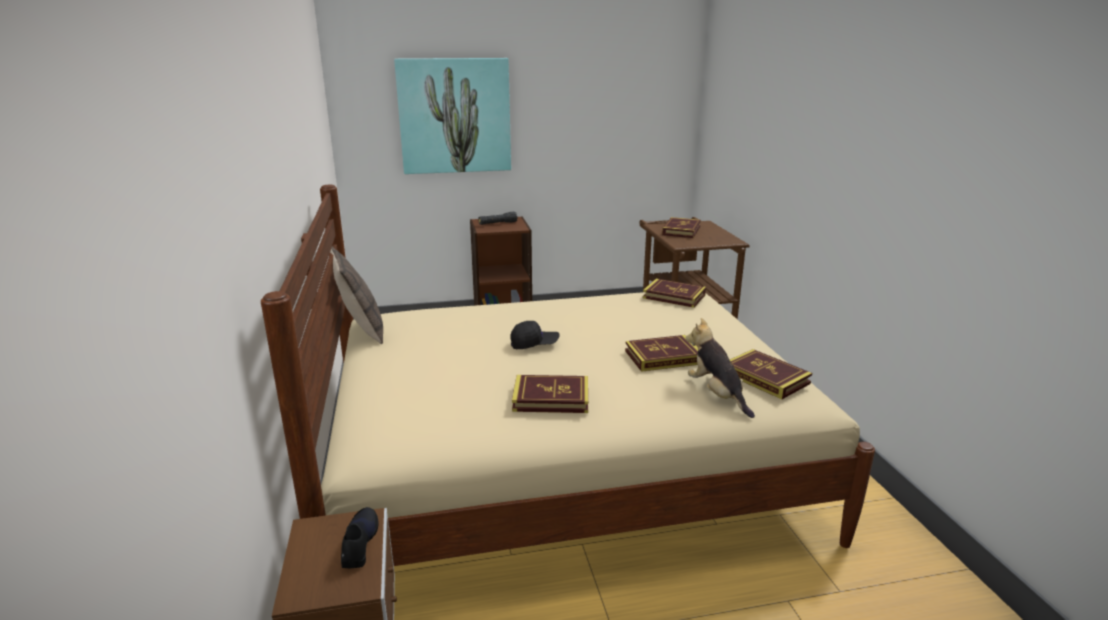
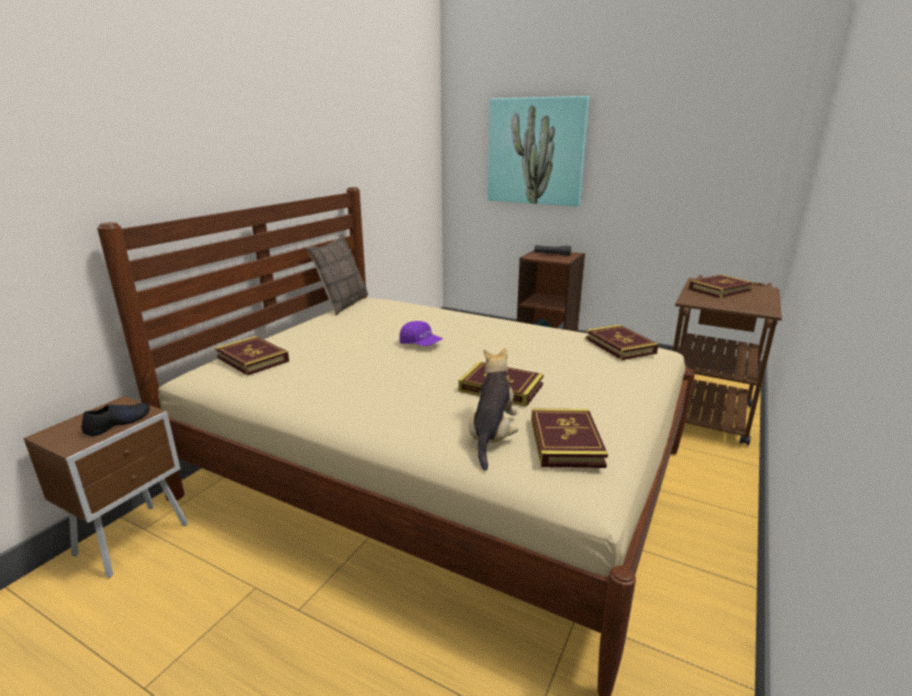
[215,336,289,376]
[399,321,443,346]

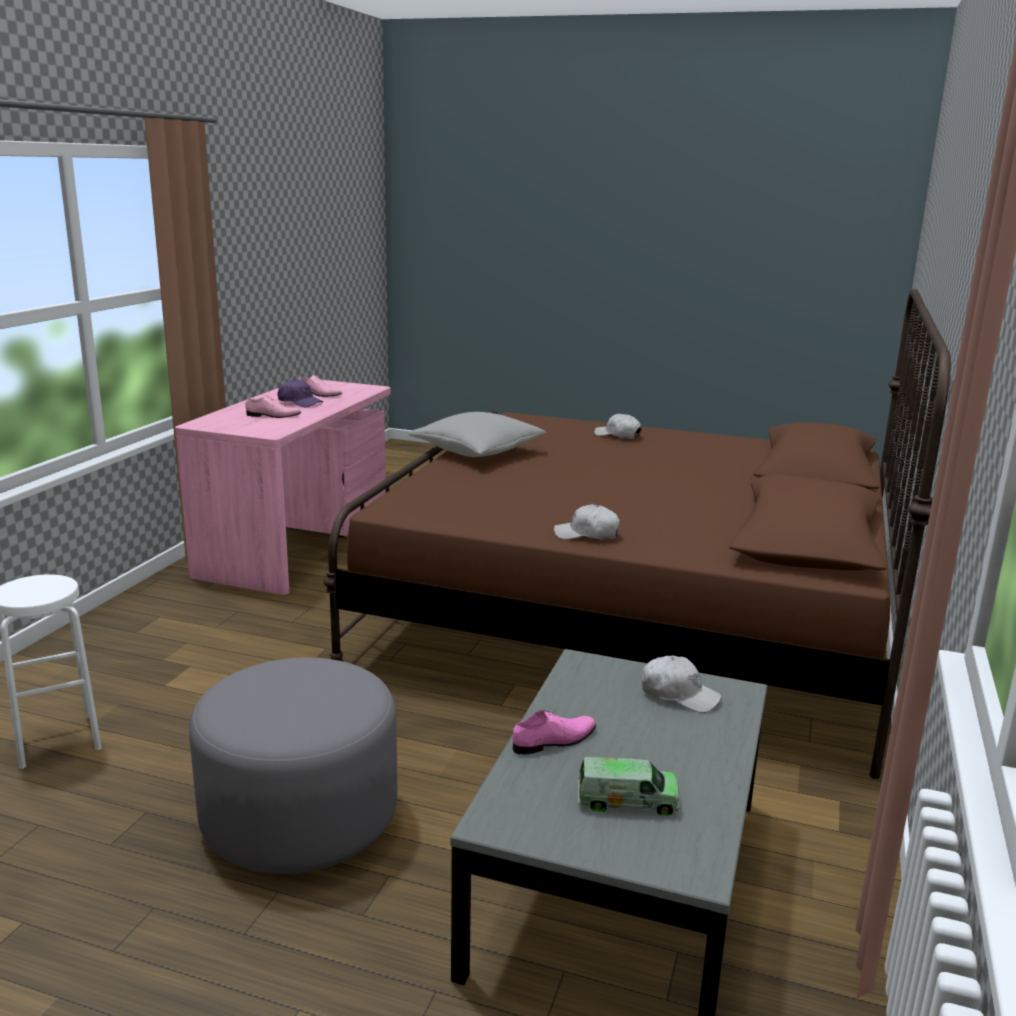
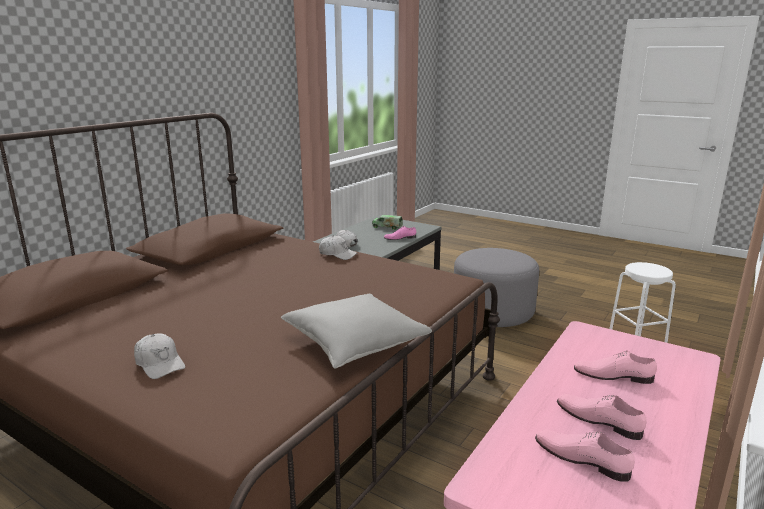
[557,394,646,440]

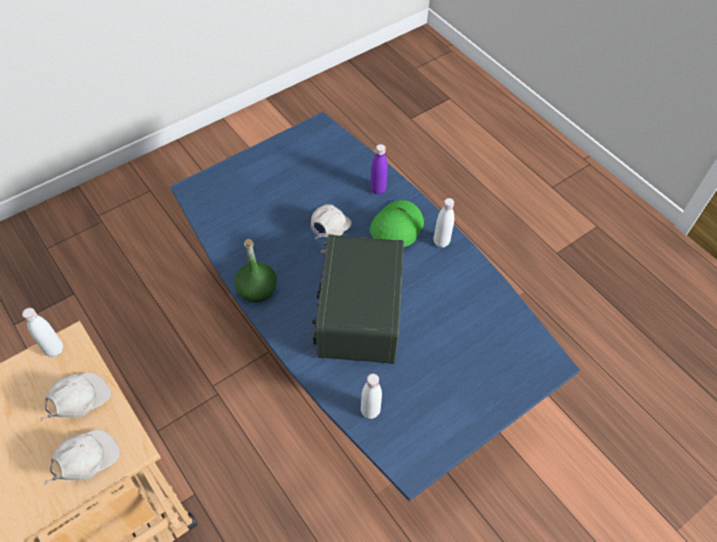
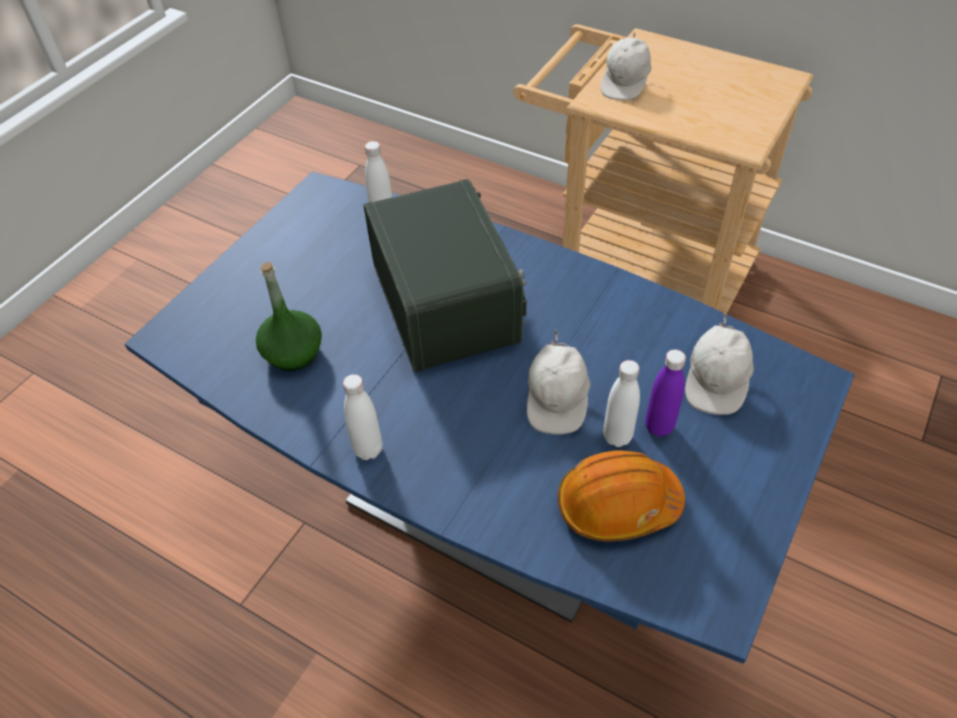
[256,262,322,371]
[558,451,685,541]
[603,360,640,447]
[645,350,686,437]
[685,313,754,415]
[370,200,424,247] (first image)

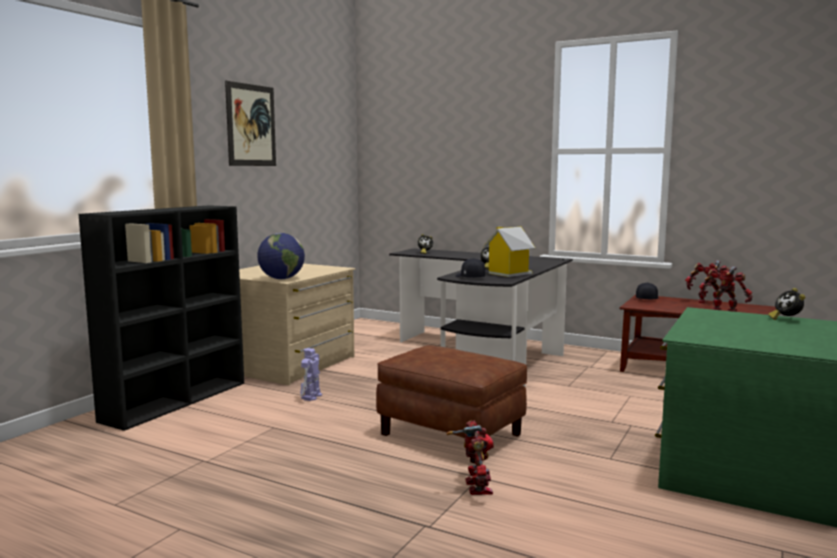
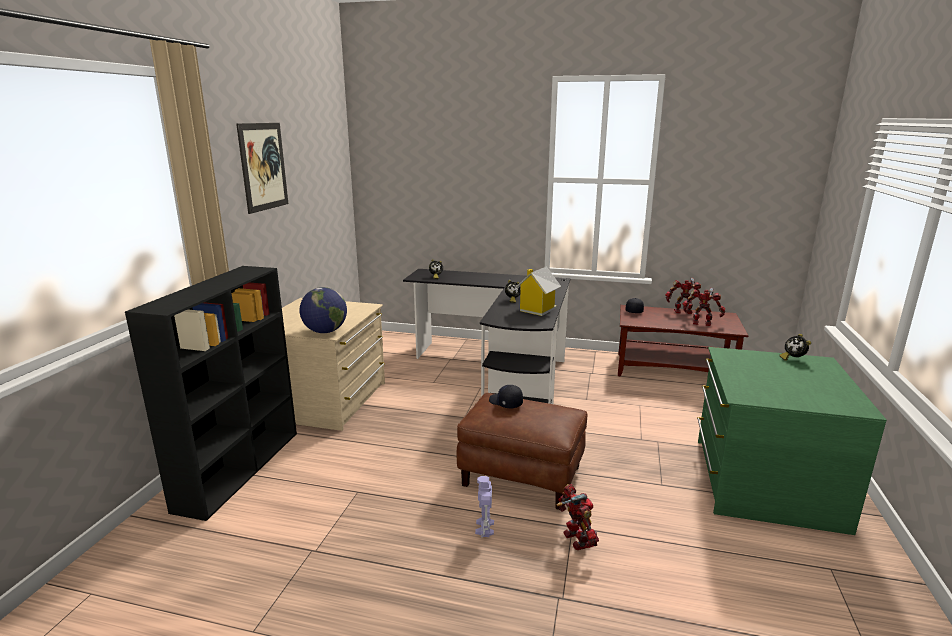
[475,476,494,538]
[489,385,523,408]

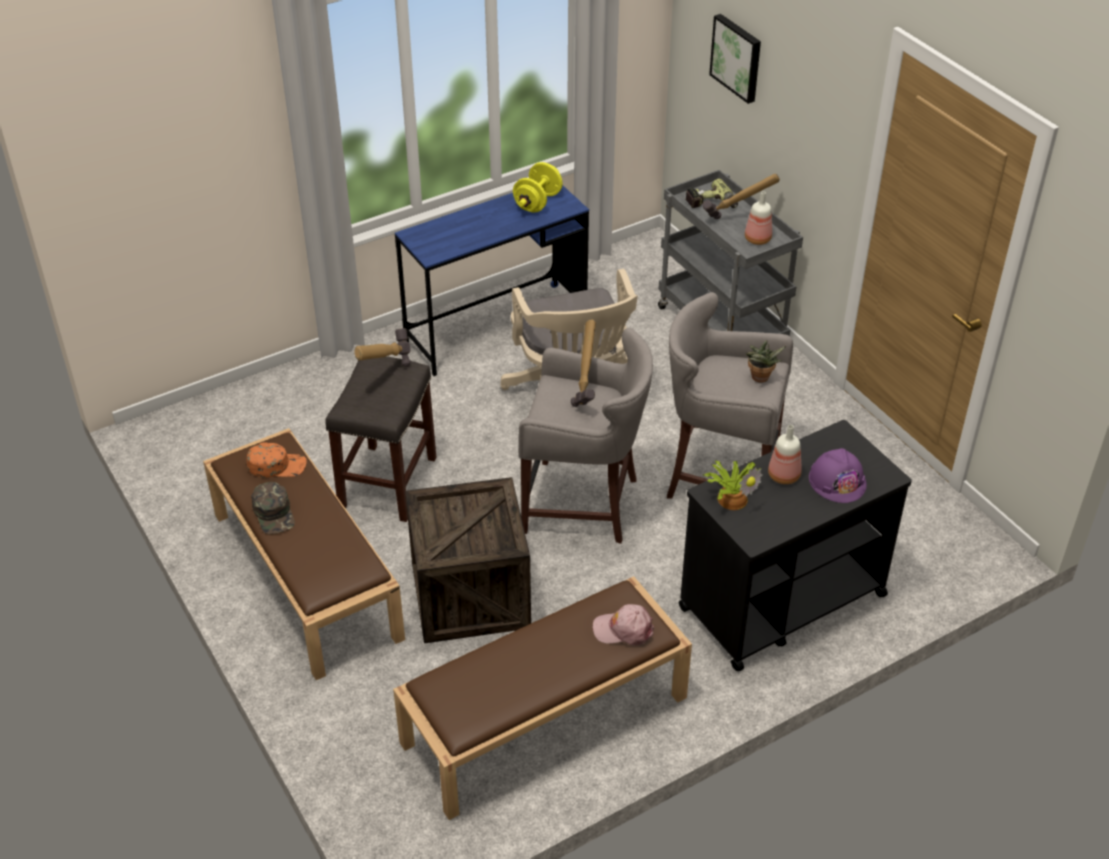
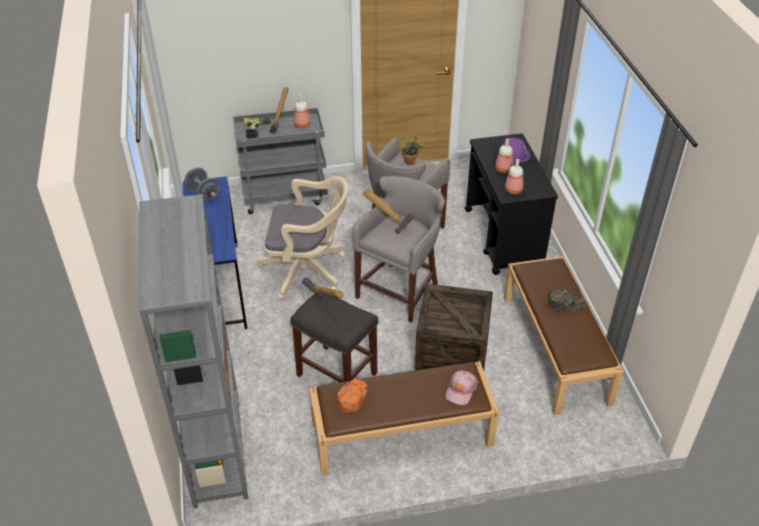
[139,194,248,508]
[184,167,220,202]
[446,370,478,405]
[505,159,523,194]
[548,289,586,311]
[709,14,761,104] (first image)

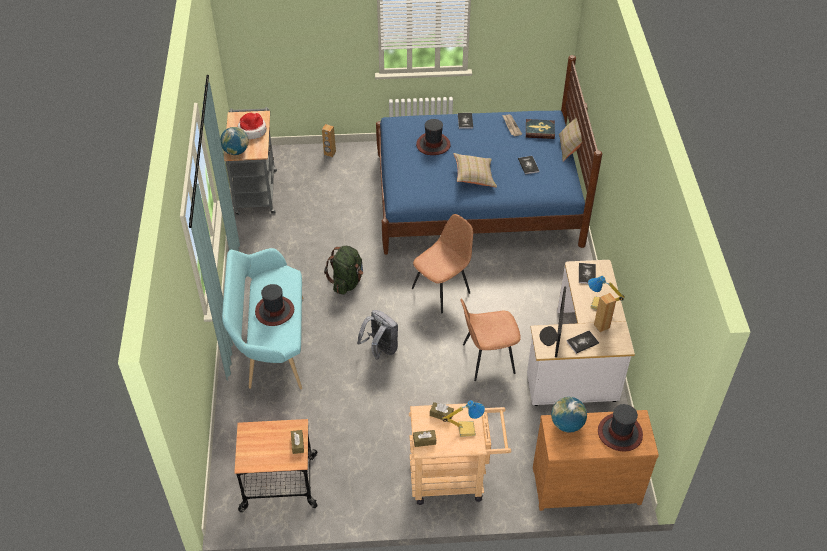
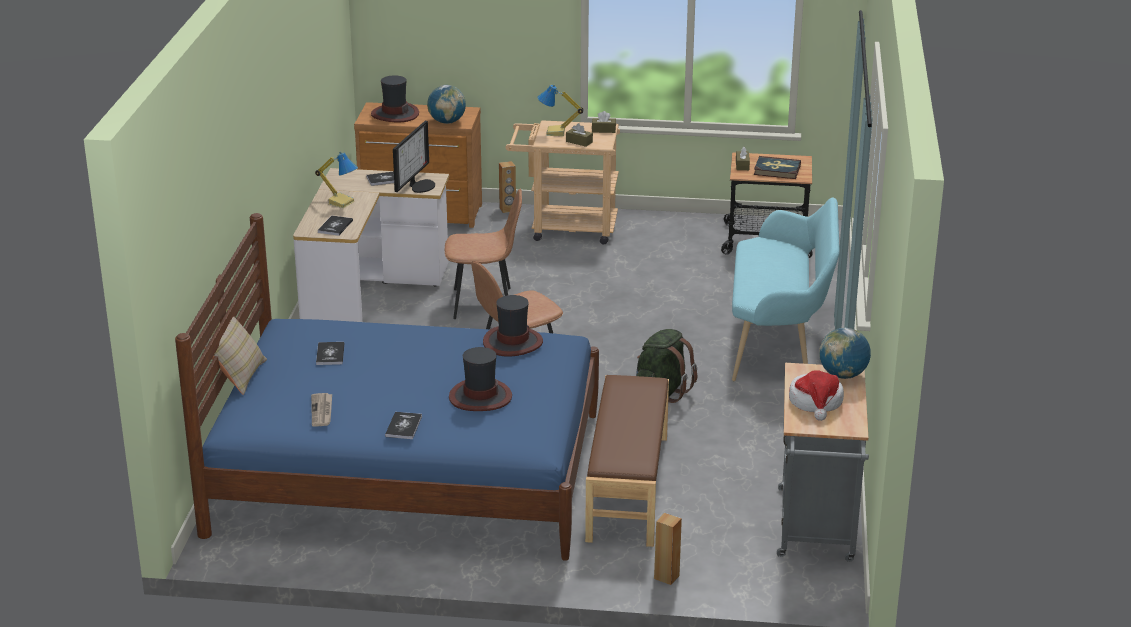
[483,295,543,357]
[499,161,516,213]
[585,375,669,547]
[754,156,801,179]
[357,310,398,360] (first image)
[453,153,497,188] (first image)

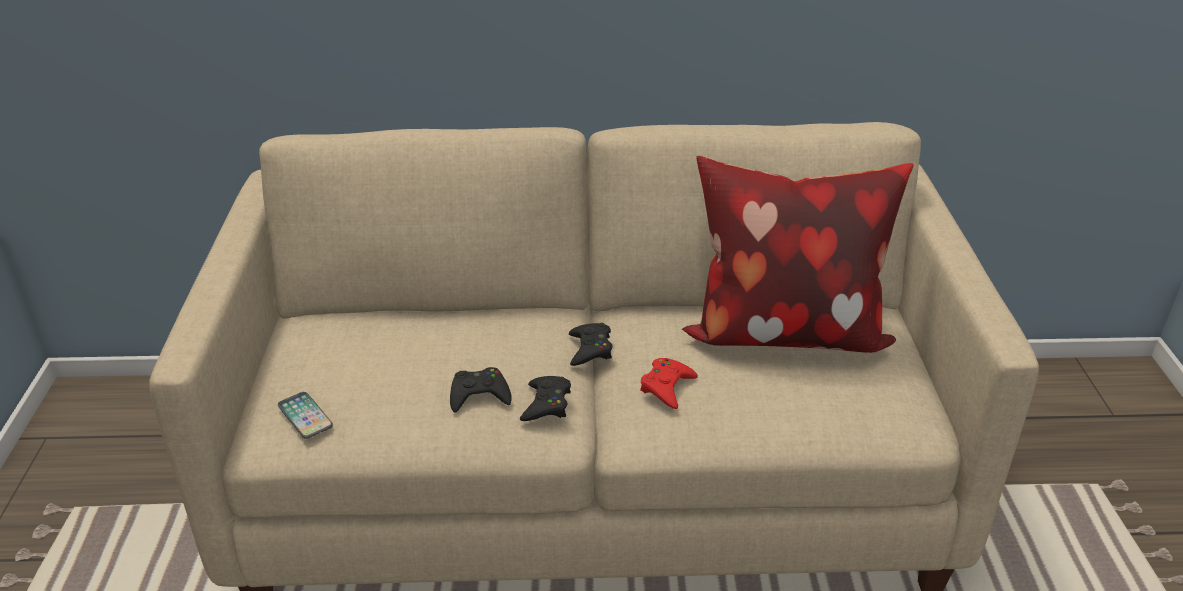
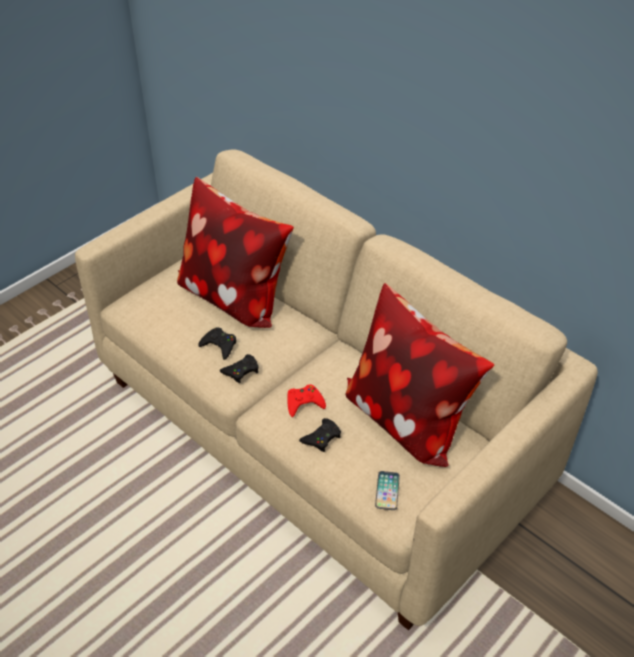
[177,177,294,328]
[299,418,341,452]
[375,471,400,510]

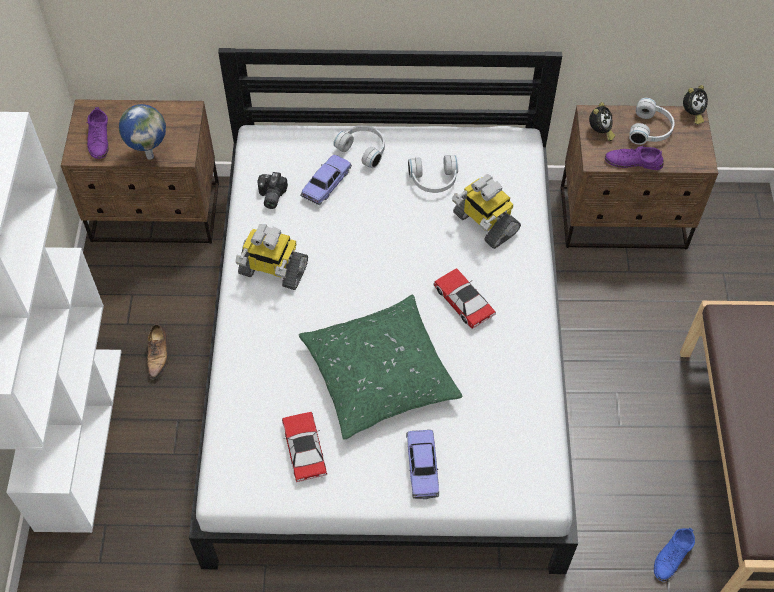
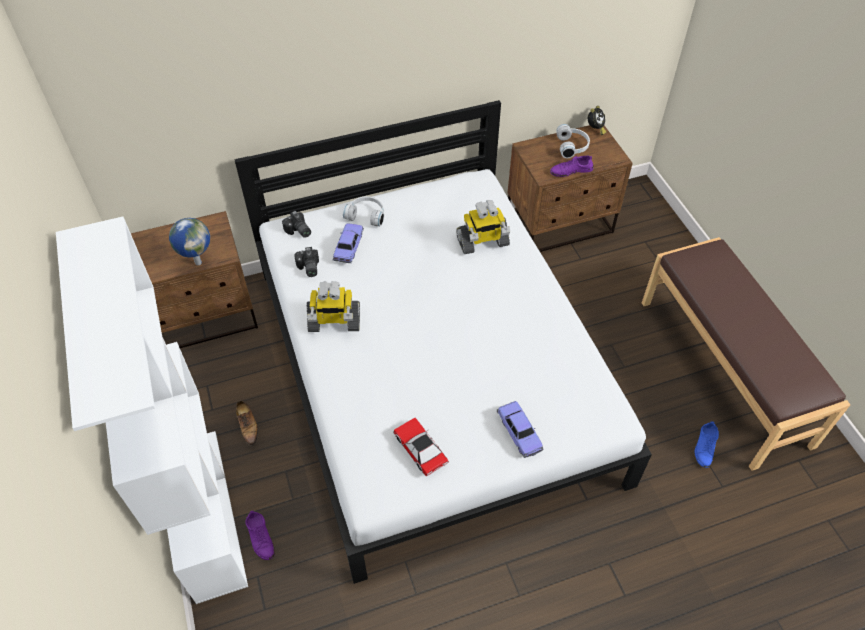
[245,511,275,560]
[282,210,311,238]
[456,200,510,254]
[299,295,463,440] (first image)
[408,155,458,193] (first image)
[433,268,496,329] (first image)
[589,102,615,141] (first image)

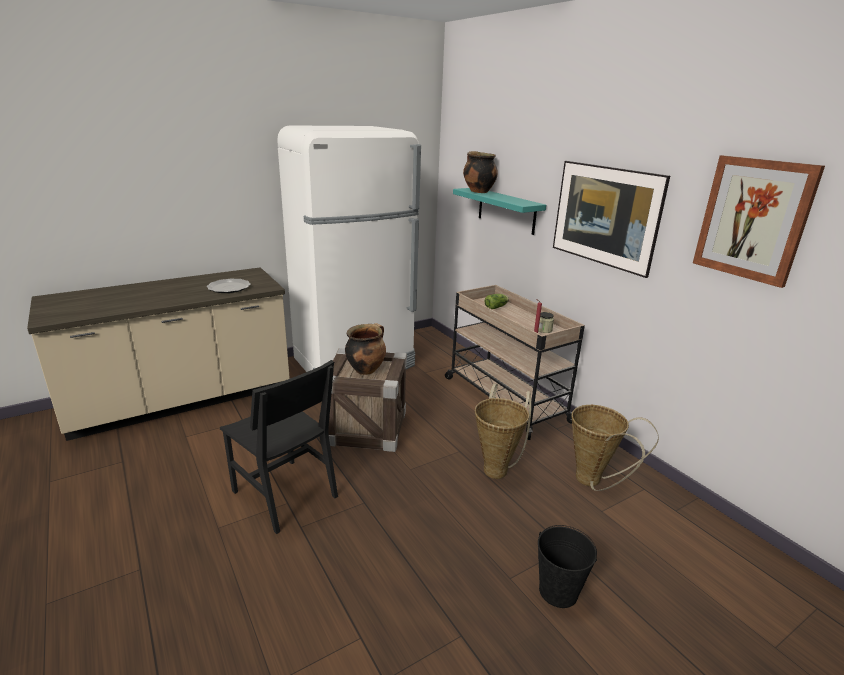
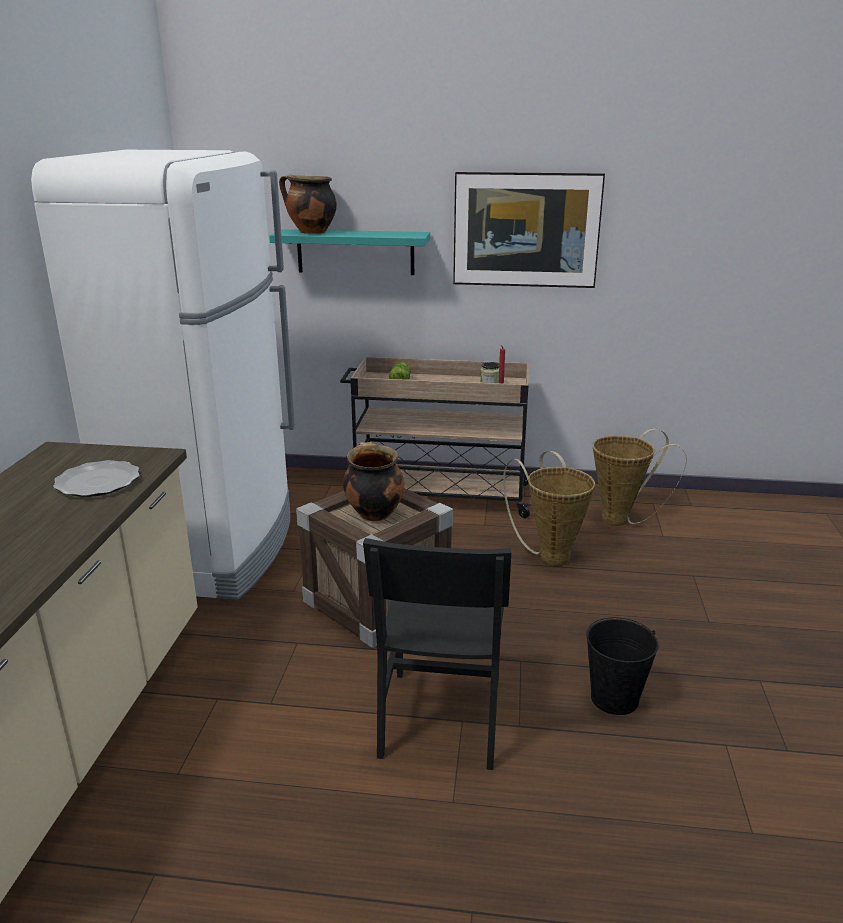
[363,538,511,770]
[586,617,658,715]
[693,155,825,288] (first image)

